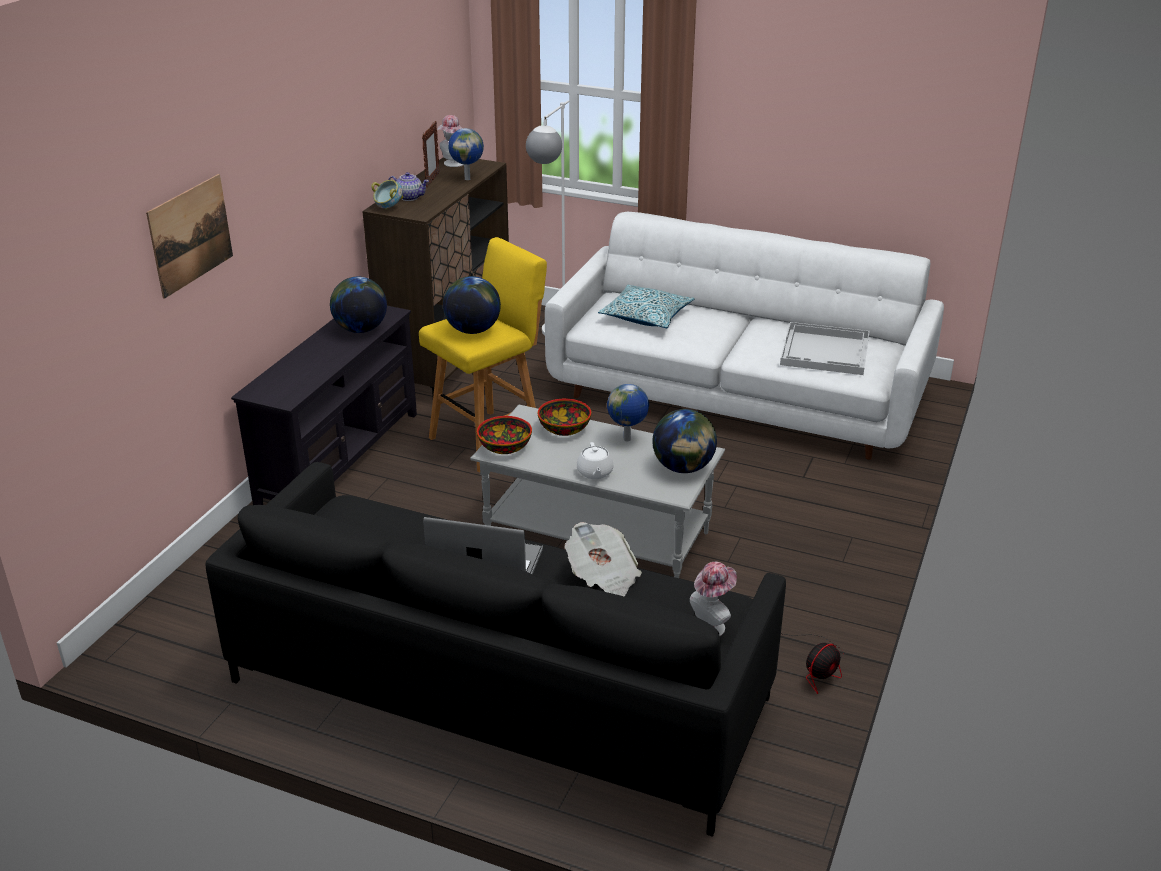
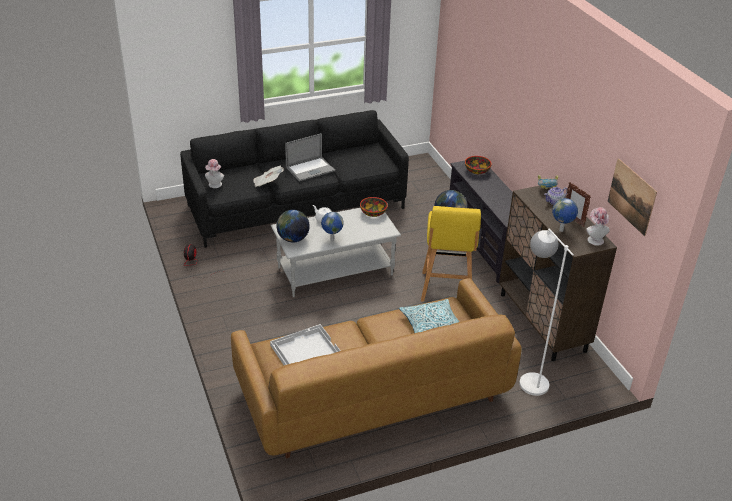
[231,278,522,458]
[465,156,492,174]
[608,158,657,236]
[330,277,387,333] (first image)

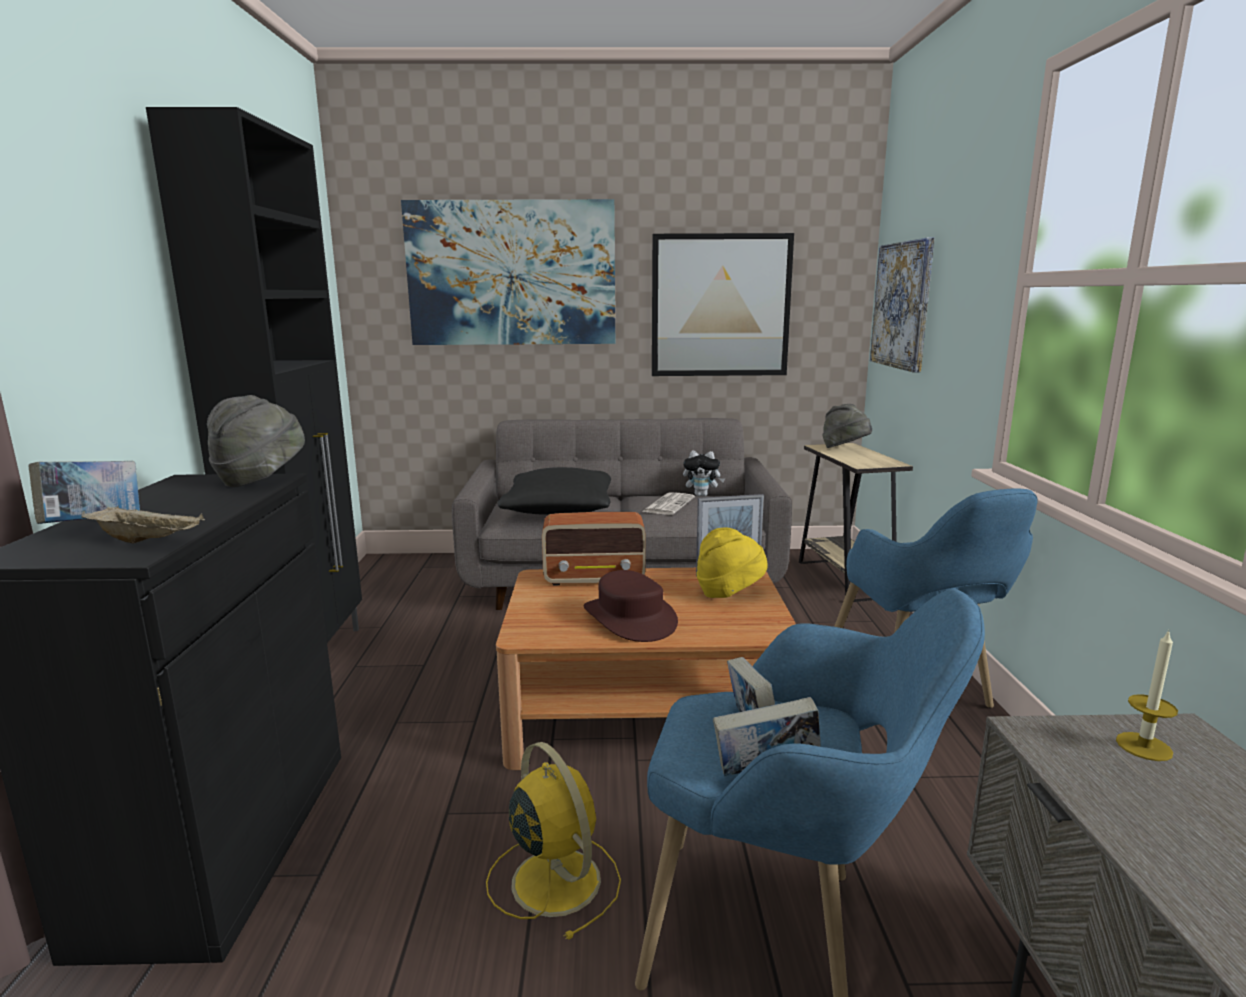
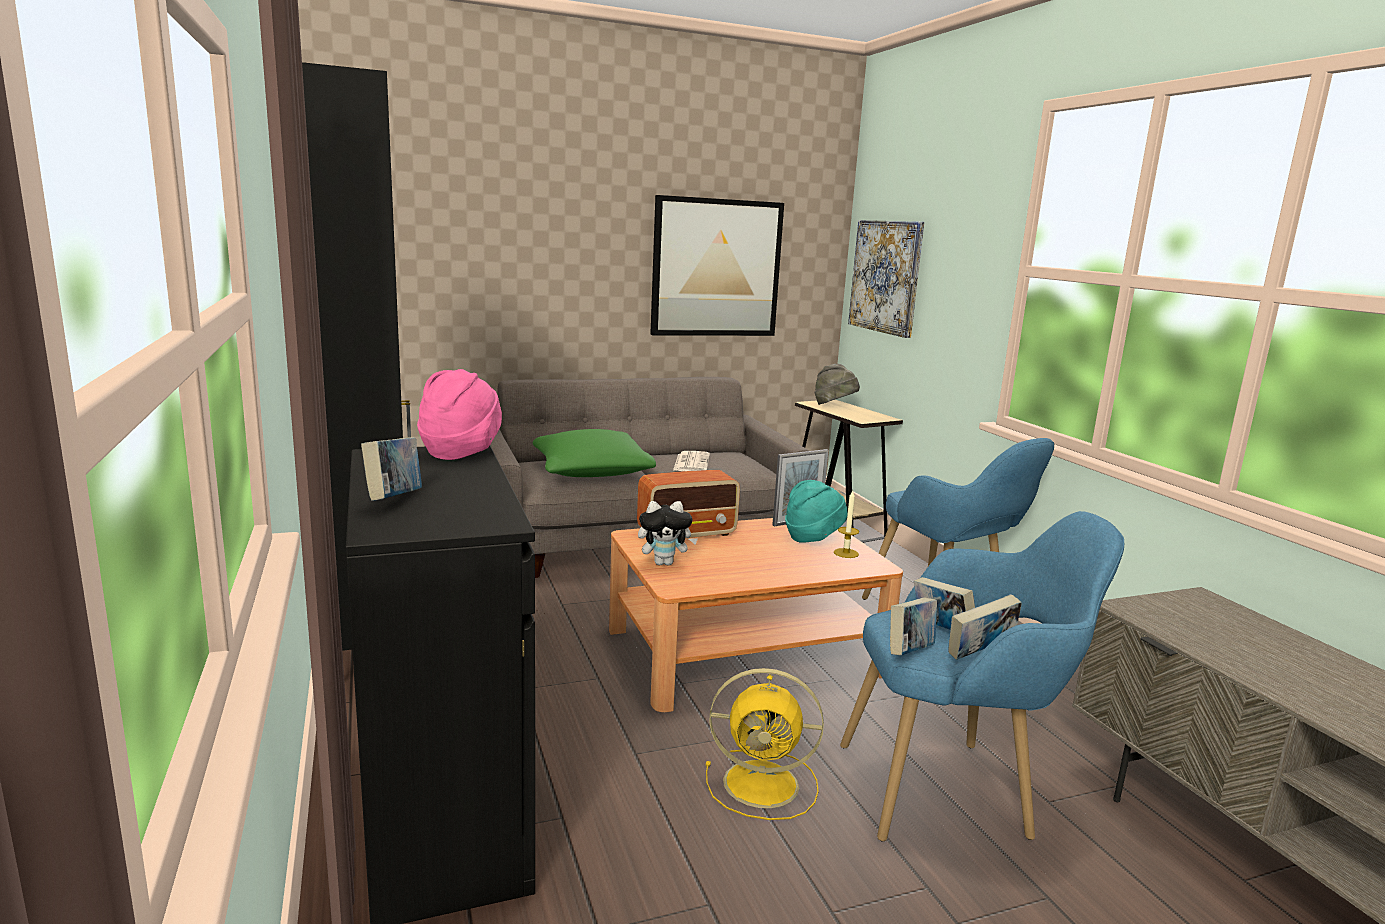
[417,369,502,460]
[533,429,656,477]
[638,501,698,565]
[706,668,824,820]
[785,480,848,543]
[834,491,859,558]
[890,597,937,656]
[81,506,205,544] (first image)
[401,199,615,345] (first image)
[584,570,678,642] (first image)

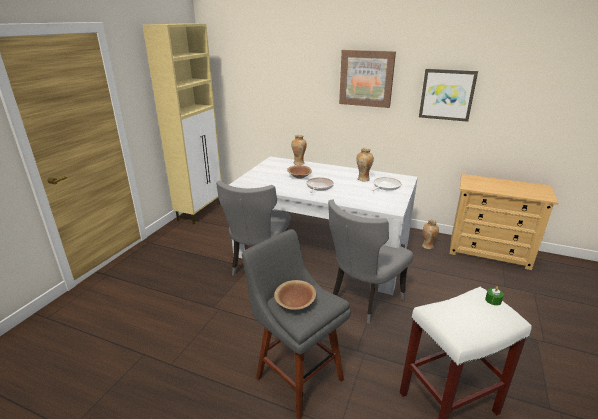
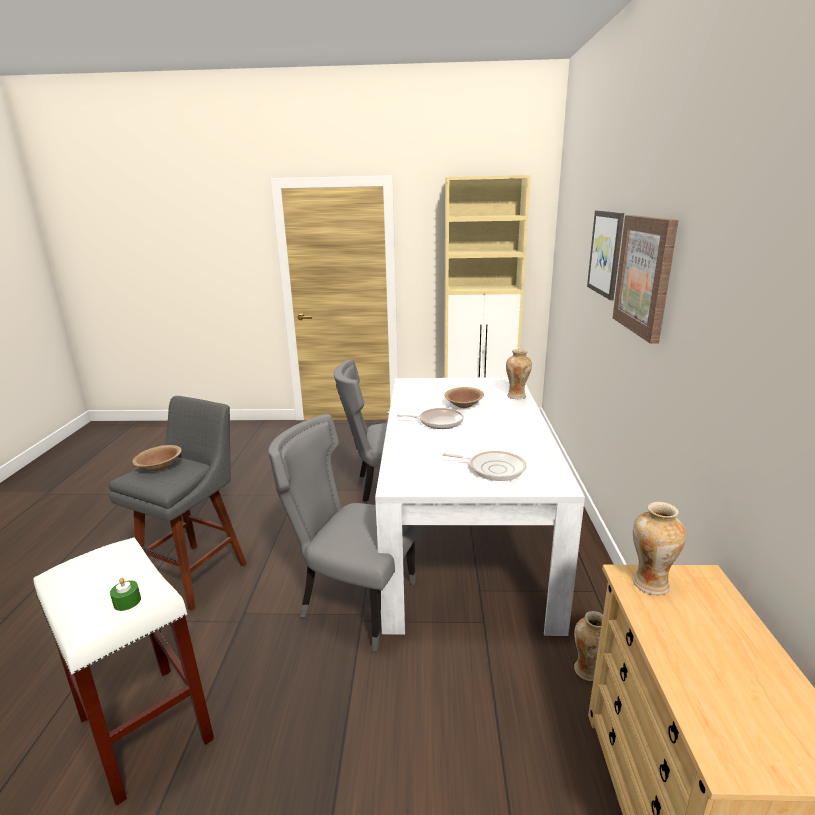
[587,211,624,300]
[633,502,686,595]

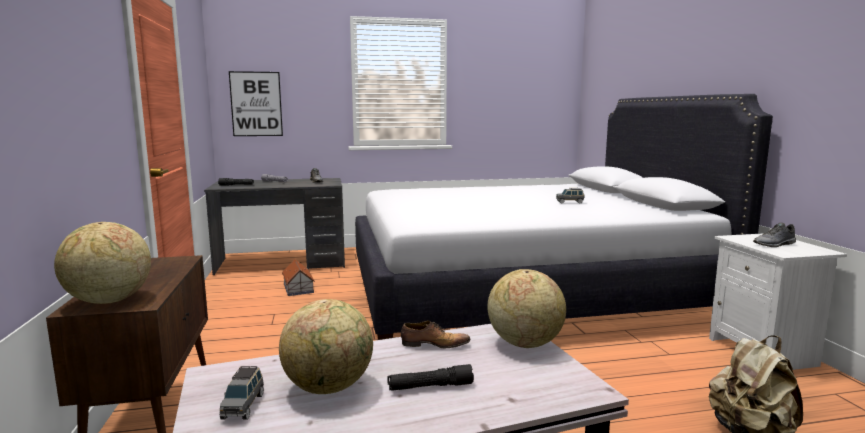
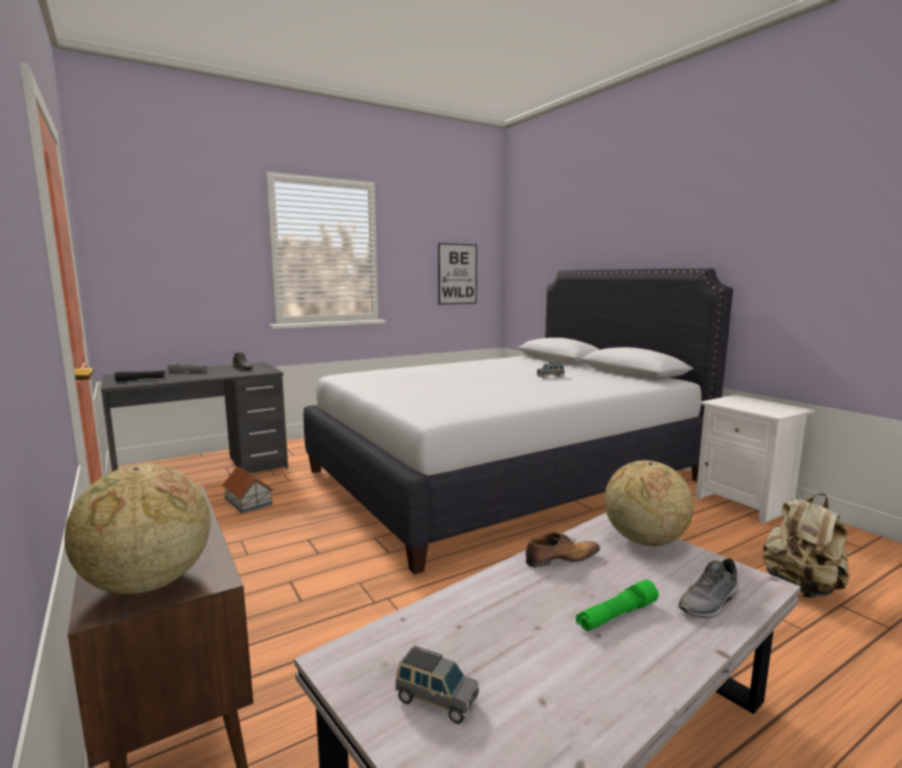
[395,646,479,724]
[438,243,477,305]
[576,580,659,632]
[678,558,739,618]
[279,299,373,394] (first image)

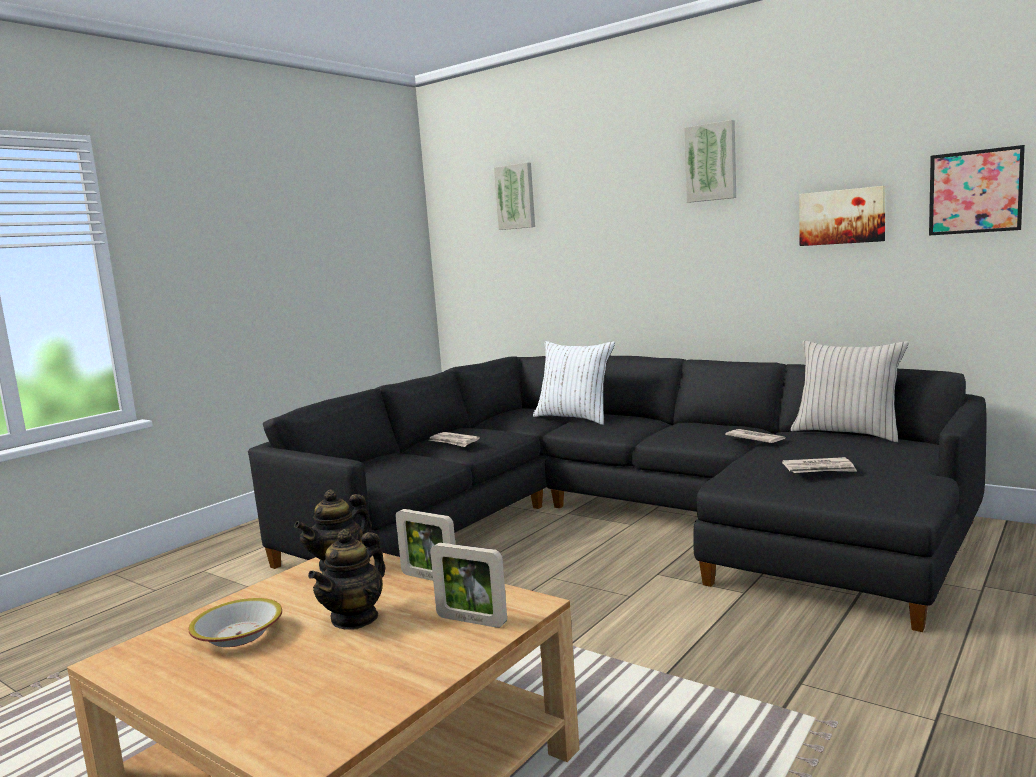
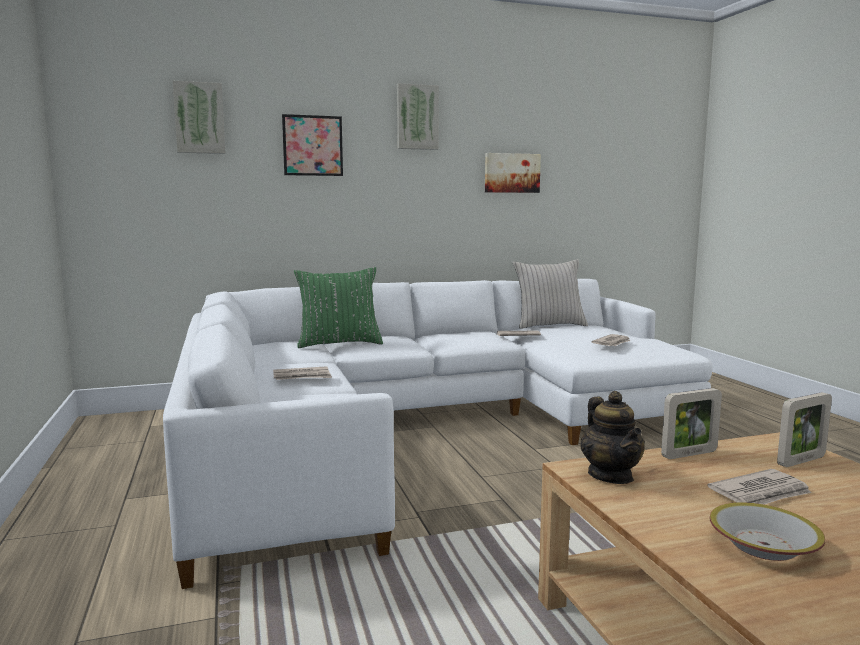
[163,279,712,589]
[282,114,343,176]
[294,267,383,348]
[707,469,811,505]

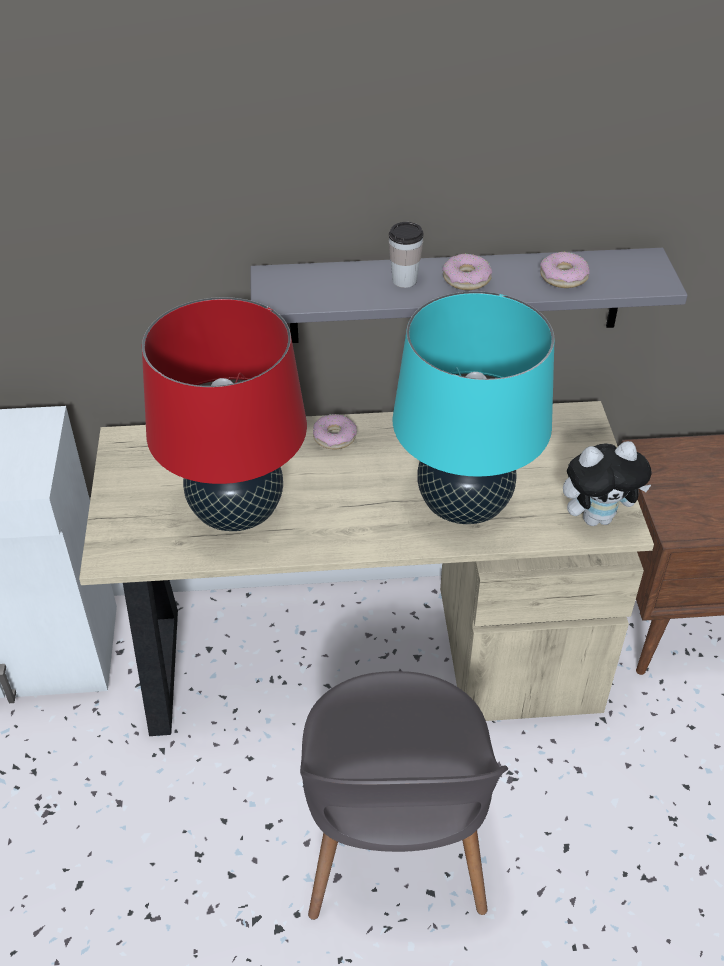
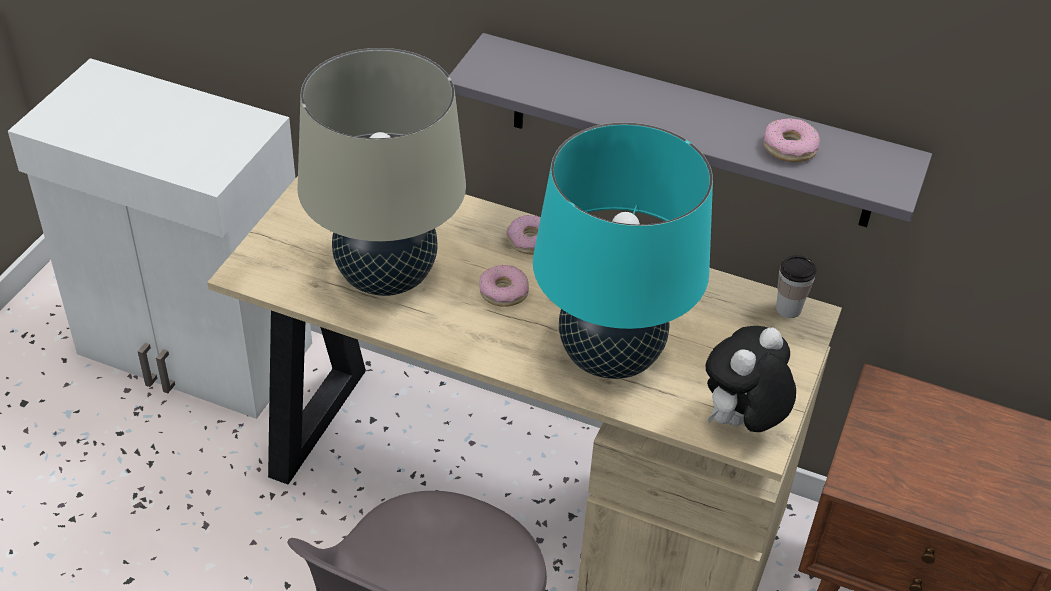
[298,48,466,296]
[479,265,529,307]
[705,326,796,432]
[776,255,817,318]

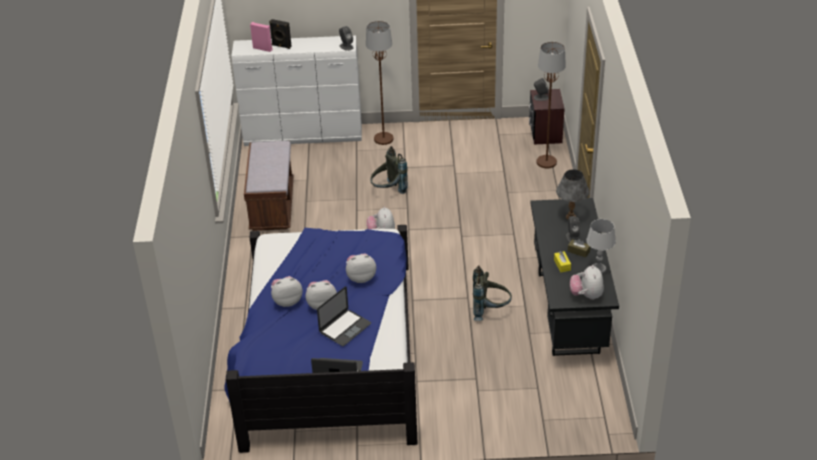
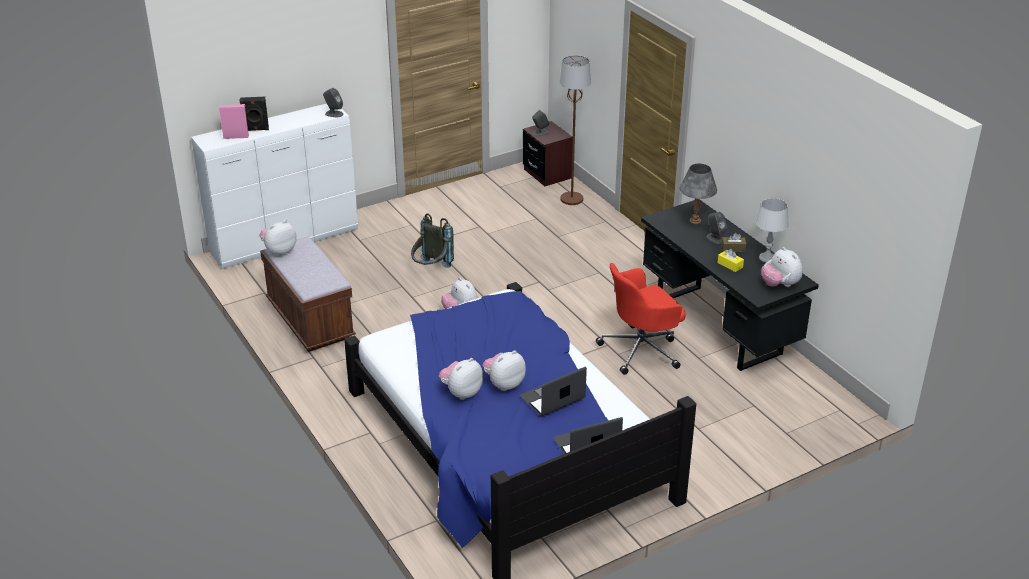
[260,220,297,257]
[520,367,587,416]
[596,263,686,375]
[366,21,394,145] (first image)

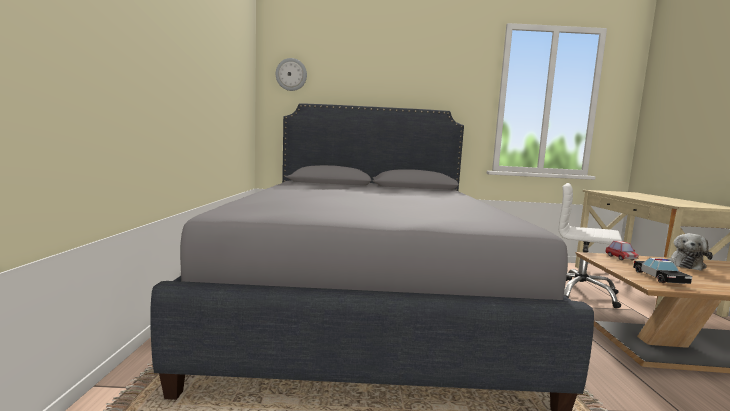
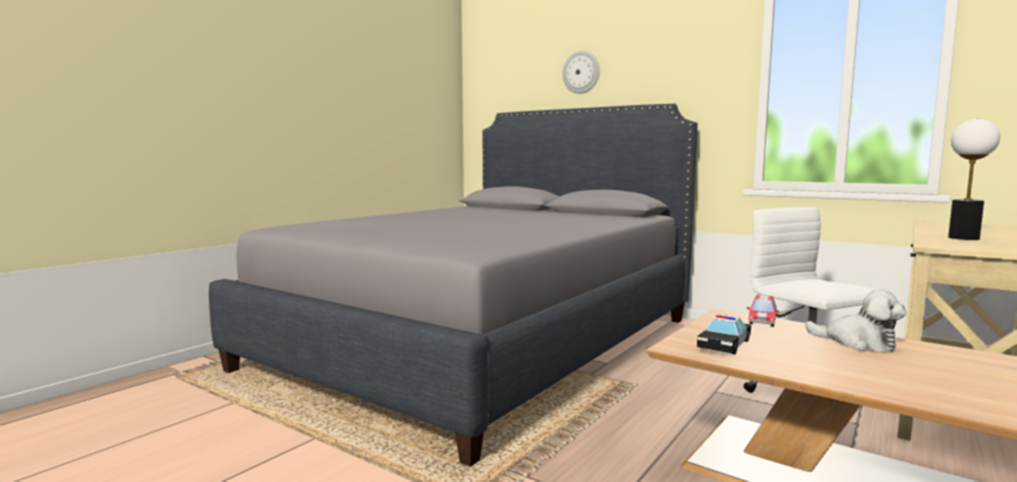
[563,51,600,94]
[805,289,906,352]
[948,119,1000,240]

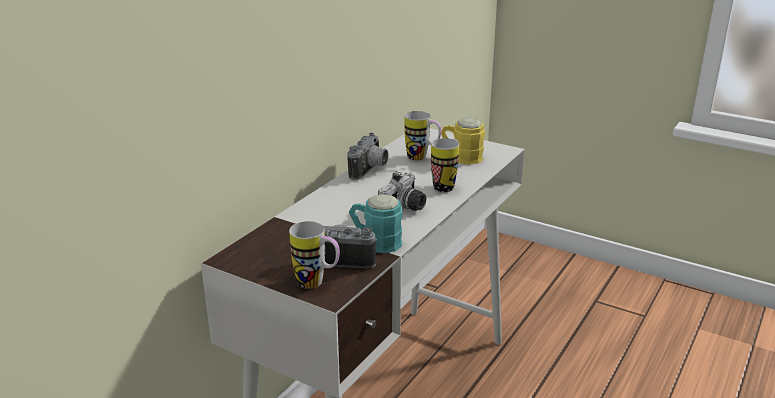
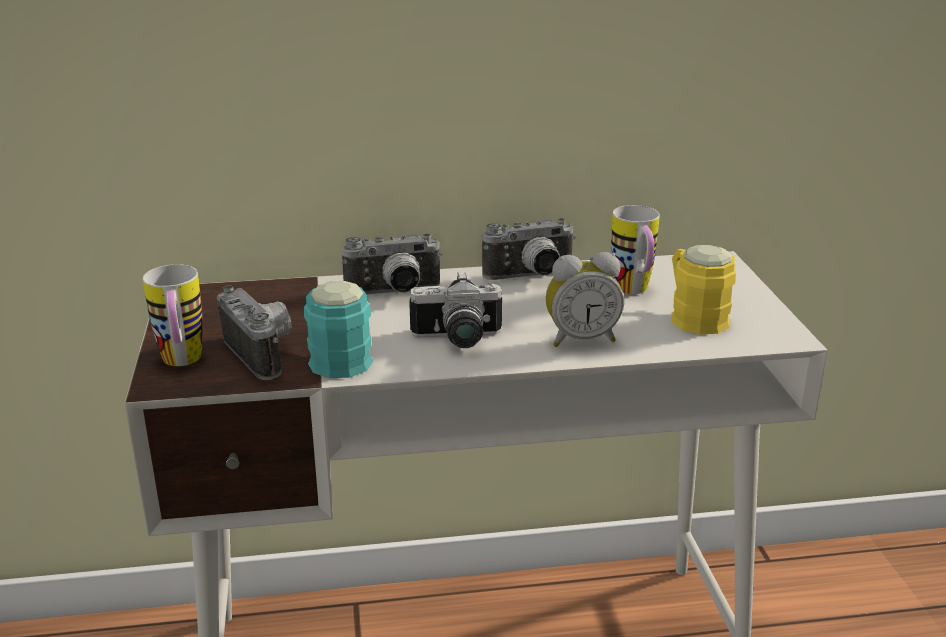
[342,233,442,294]
[546,252,624,347]

